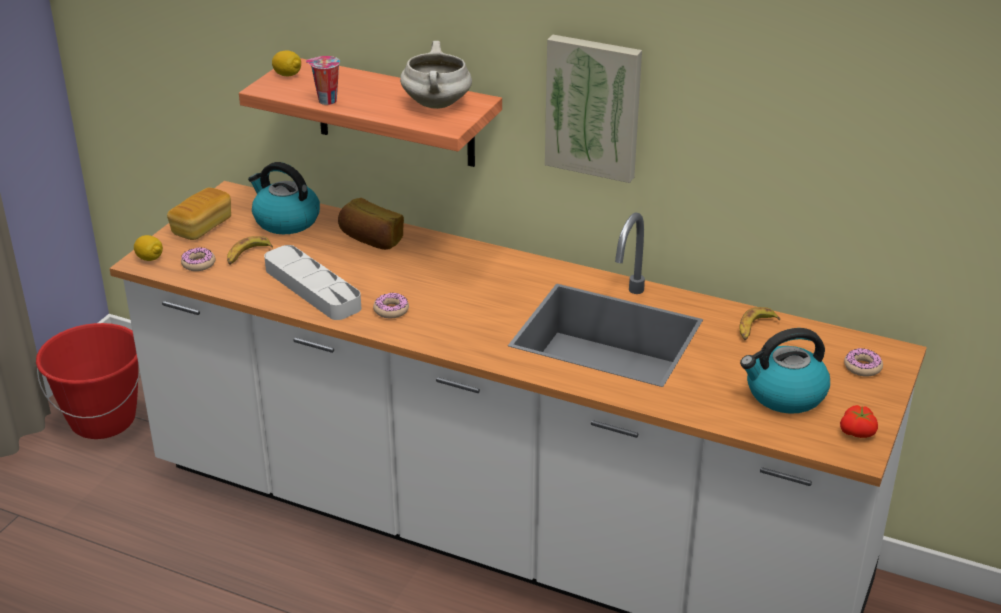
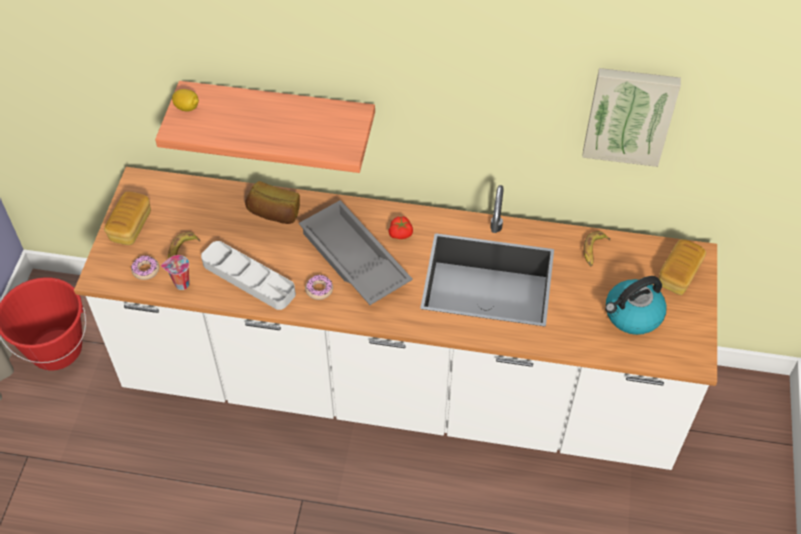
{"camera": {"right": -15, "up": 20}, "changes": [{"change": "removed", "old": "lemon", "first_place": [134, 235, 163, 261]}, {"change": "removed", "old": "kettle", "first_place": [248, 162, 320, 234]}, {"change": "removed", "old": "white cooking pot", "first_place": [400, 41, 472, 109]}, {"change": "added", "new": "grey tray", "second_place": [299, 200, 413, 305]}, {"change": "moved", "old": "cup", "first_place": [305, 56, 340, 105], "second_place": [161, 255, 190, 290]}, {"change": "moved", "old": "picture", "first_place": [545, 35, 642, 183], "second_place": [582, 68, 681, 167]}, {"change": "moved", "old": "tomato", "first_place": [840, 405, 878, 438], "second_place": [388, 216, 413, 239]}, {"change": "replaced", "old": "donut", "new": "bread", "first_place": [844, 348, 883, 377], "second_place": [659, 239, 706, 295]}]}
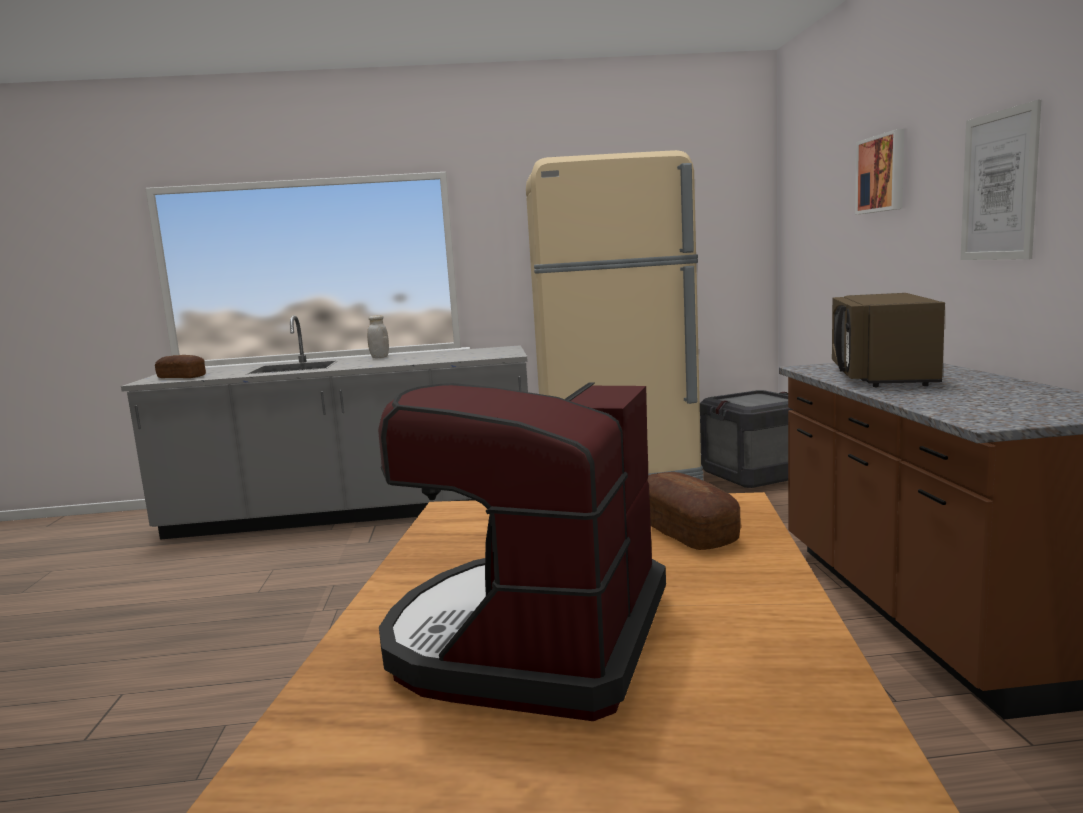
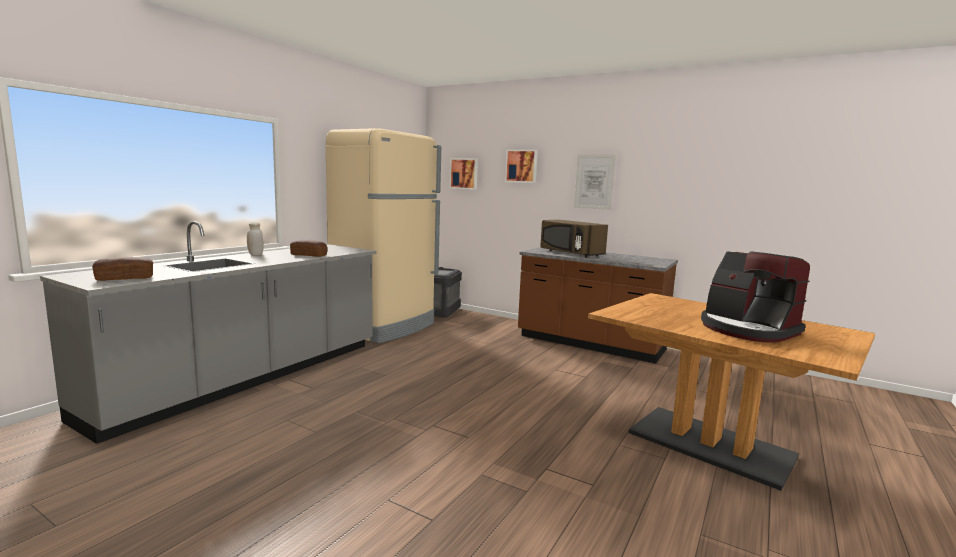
{"camera": {"right": -55, "up": 0}, "changes": [{"change": "added", "new": "picture", "second_place": [449, 158, 478, 190]}, {"change": "moved", "old": "bread", "first_place": [647, 472, 741, 550], "second_place": [290, 240, 327, 257]}]}
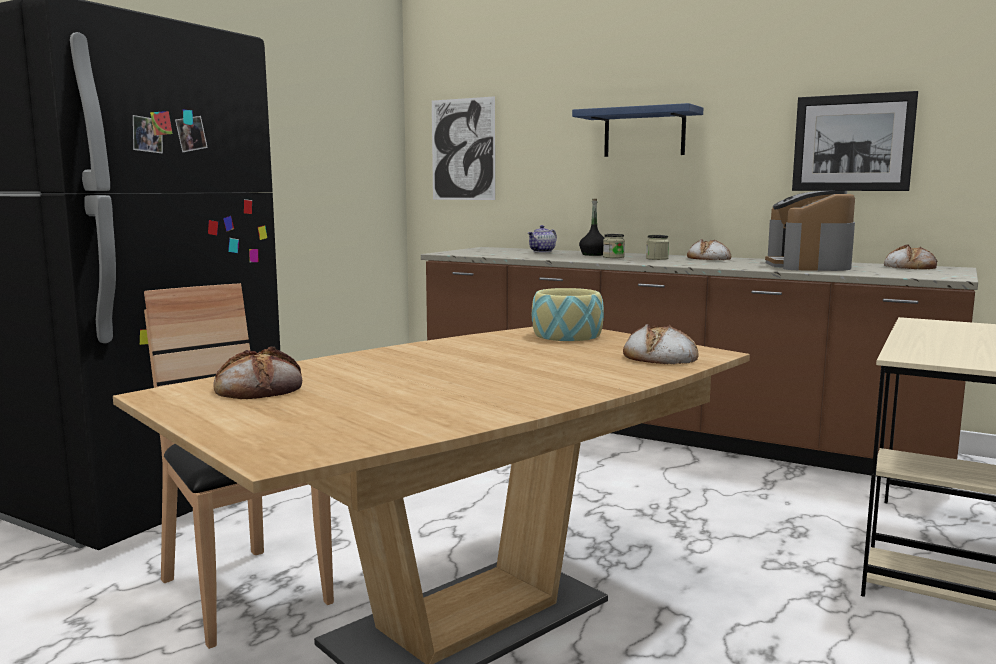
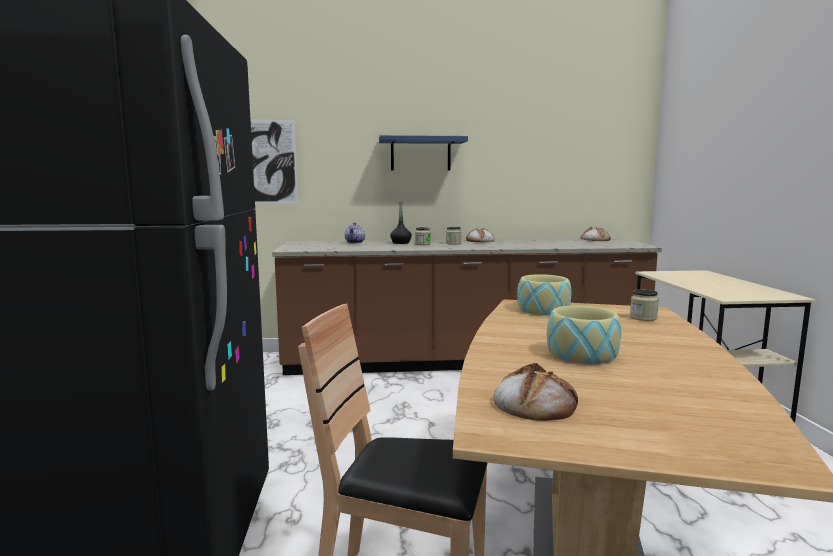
{"camera": {"right": -35, "up": 0}, "changes": [{"change": "removed", "old": "coffee machine", "first_place": [765, 191, 855, 271]}, {"change": "removed", "old": "picture", "first_place": [792, 91, 918, 191]}, {"change": "added", "new": "bowl", "second_place": [547, 306, 621, 364]}, {"change": "replaced", "old": "bread", "new": "jar", "first_place": [623, 324, 698, 364], "second_place": [630, 289, 659, 321]}]}
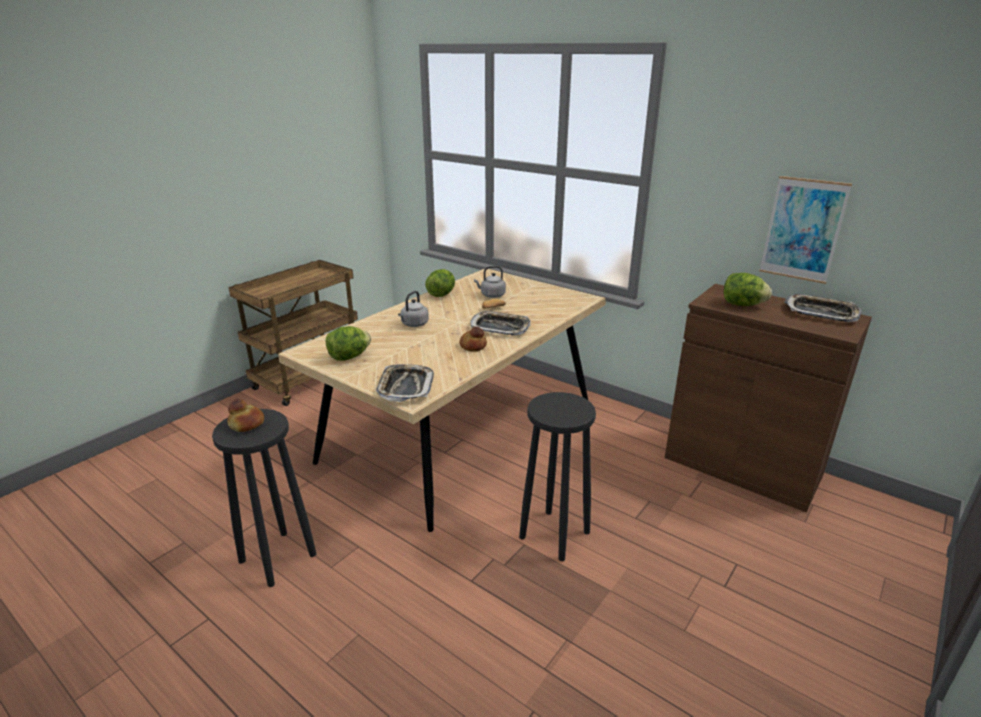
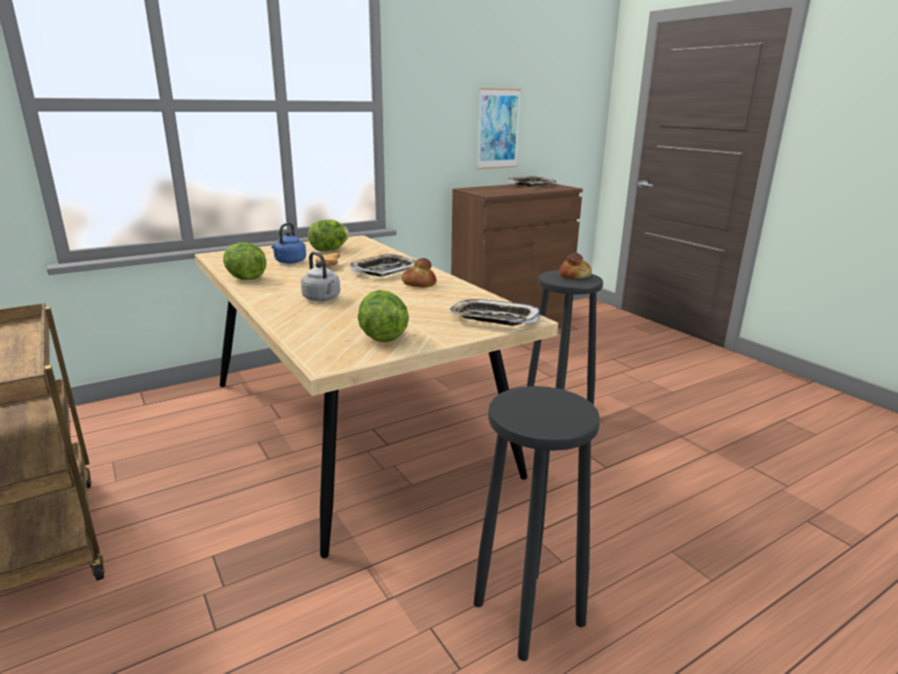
{"camera": {"right": -70, "up": -5}, "changes": [{"change": "moved", "old": "bread", "first_place": [227, 399, 264, 432], "second_place": [559, 253, 592, 279]}, {"change": "moved", "old": "lettuce", "first_place": [724, 273, 772, 306], "second_place": [308, 220, 349, 251]}, {"change": "recoloured", "old": "grey kettle", "new": "blue kettle", "first_place": [474, 266, 506, 298], "second_place": [272, 222, 306, 264]}]}
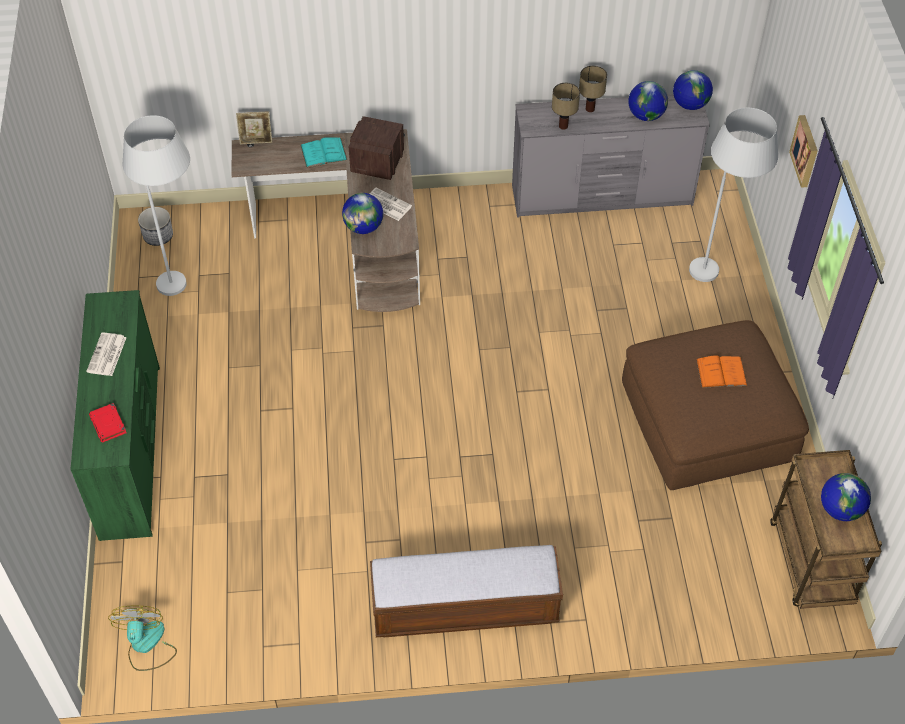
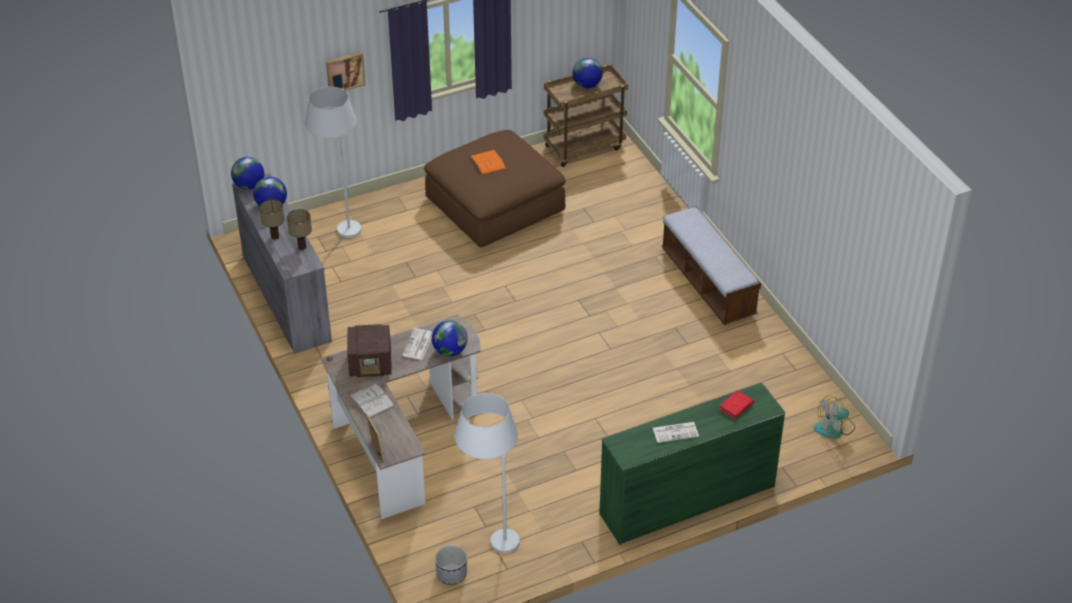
{"camera": {"right": -110, "up": -10}, "changes": [{"change": "recoloured", "old": "turquoise book", "new": "white book", "first_place": [300, 137, 347, 168], "second_place": [349, 383, 395, 419]}]}
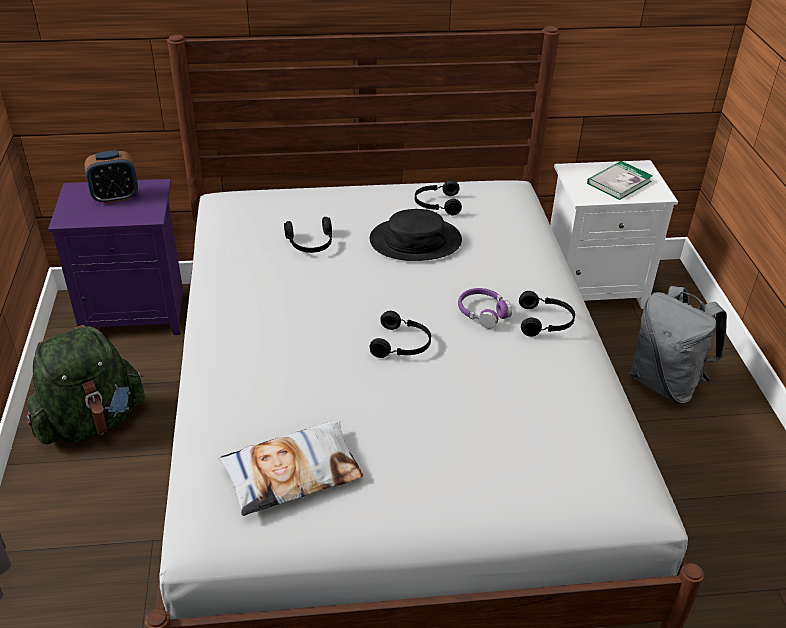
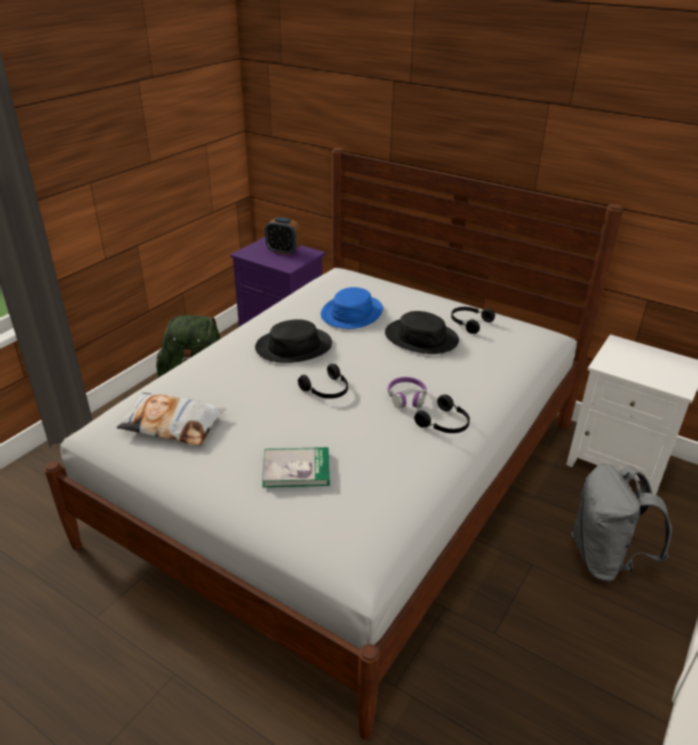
{"camera": {"right": 40, "up": -5}, "changes": [{"change": "added", "new": "black hat", "second_place": [255, 319, 332, 363]}, {"change": "moved", "old": "book", "first_place": [587, 161, 653, 200], "second_place": [262, 447, 330, 487]}, {"change": "replaced", "old": "black headphones", "new": "blue hat", "first_place": [284, 217, 332, 253], "second_place": [321, 287, 383, 329]}]}
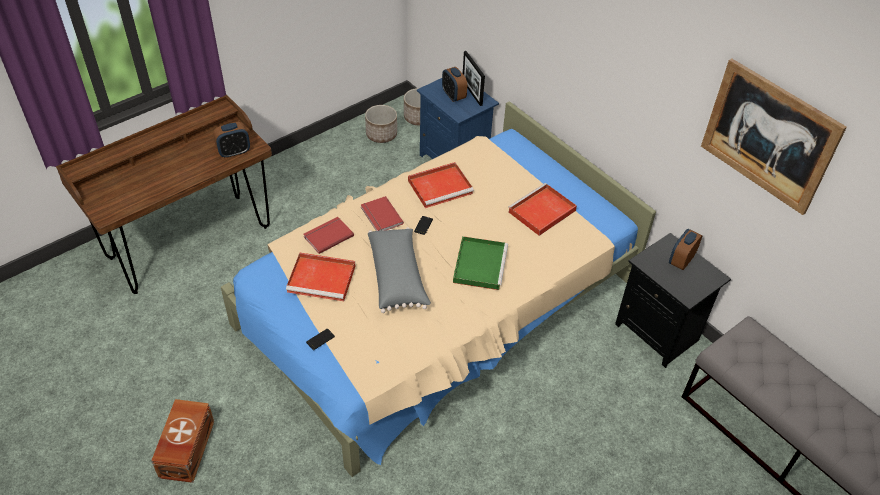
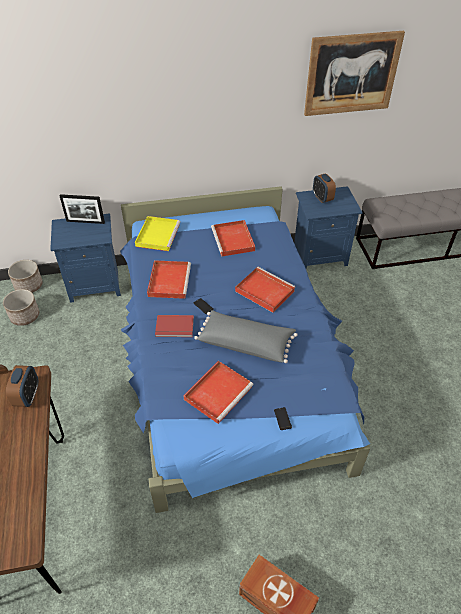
{"camera": {"right": -60, "up": 0}, "changes": [{"change": "removed", "old": "red book", "first_place": [303, 217, 354, 254]}, {"change": "removed", "old": "alarm clock", "first_place": [442, 67, 467, 102]}, {"change": "added", "new": "yellow tray", "second_place": [135, 216, 180, 251]}, {"change": "recoloured", "old": "beige bed", "new": "blue bed", "first_place": [221, 101, 656, 477], "second_place": [120, 186, 370, 513]}, {"change": "recoloured", "old": "green tray", "new": "red tray", "first_place": [453, 236, 508, 290], "second_place": [235, 267, 296, 313]}, {"change": "recoloured", "old": "black nightstand", "new": "blue nightstand", "first_place": [615, 233, 731, 368], "second_place": [294, 186, 363, 268]}]}
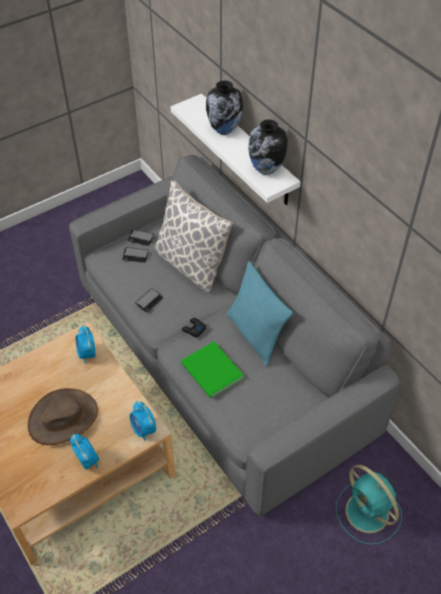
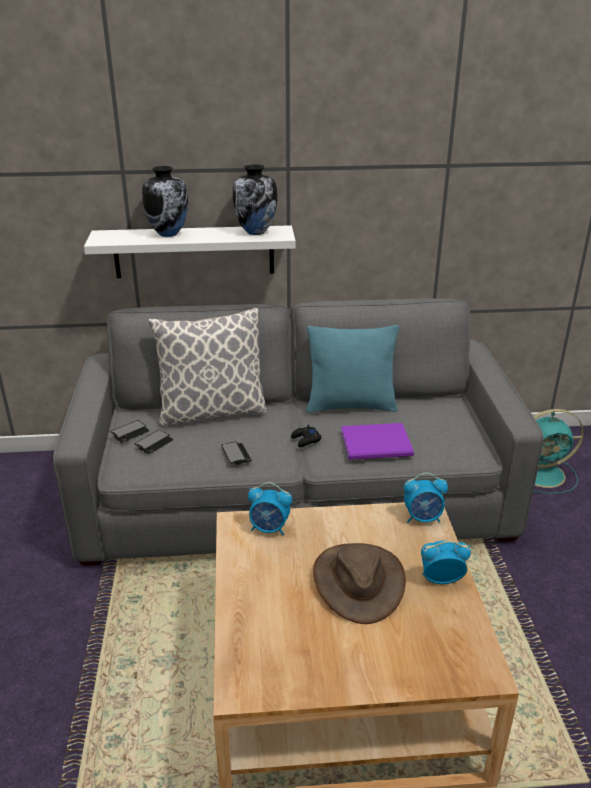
{"camera": {"right": -60, "up": -20}, "changes": [{"change": "recoloured", "old": "green book", "new": "purple book", "first_place": [181, 341, 244, 398], "second_place": [341, 423, 414, 460]}]}
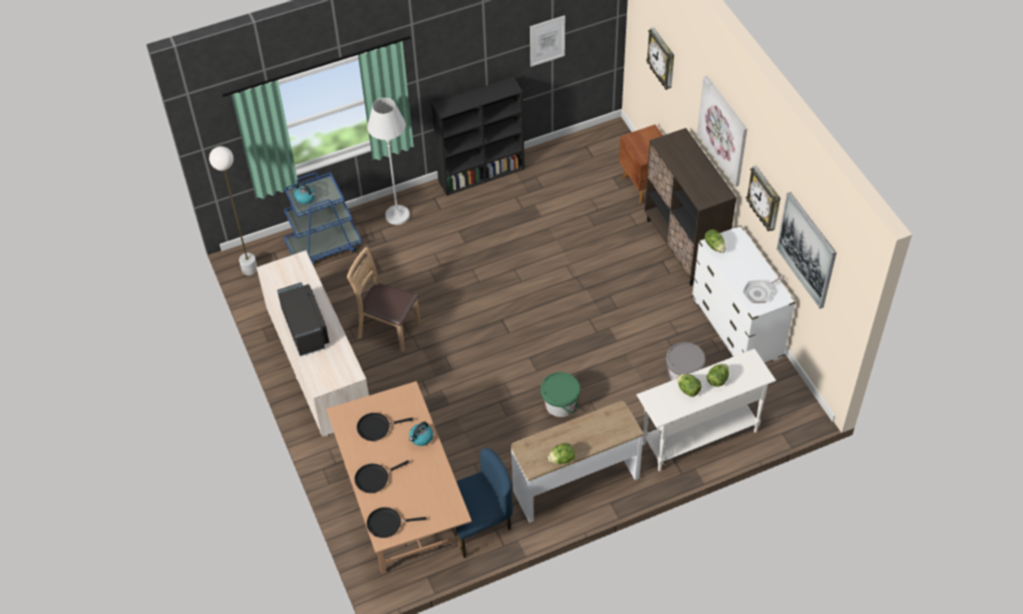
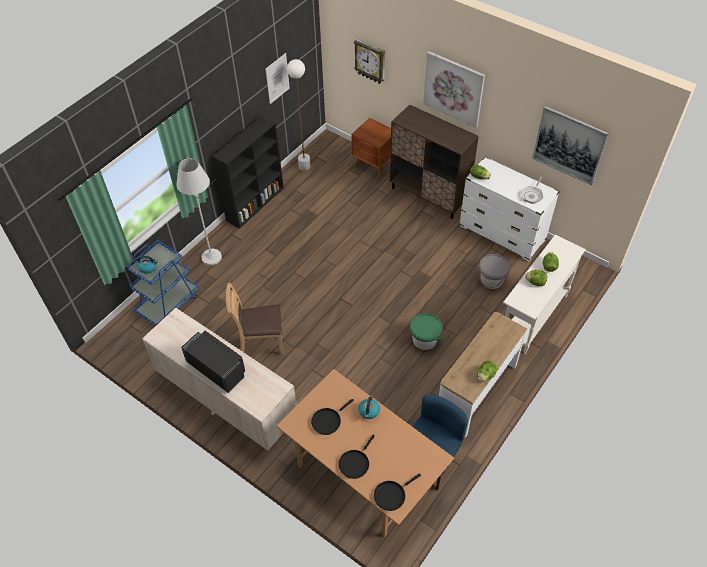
{"camera": {"right": -30, "up": 0}, "changes": [{"change": "removed", "old": "wall clock", "first_place": [746, 165, 780, 231]}, {"change": "moved", "old": "white floor lamp", "first_place": [209, 146, 257, 276], "second_place": [287, 59, 311, 170]}]}
